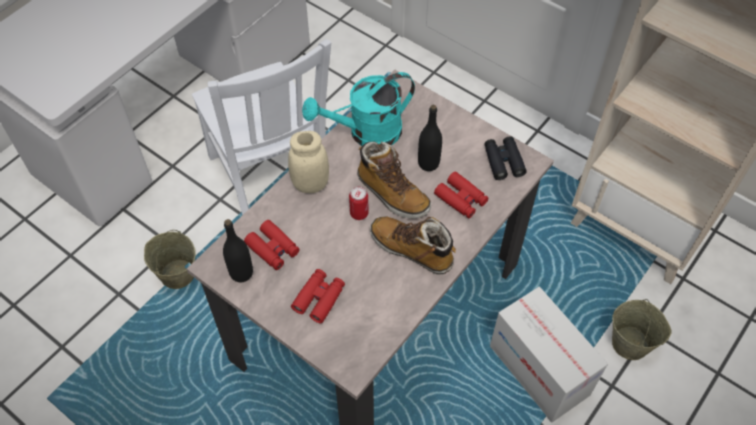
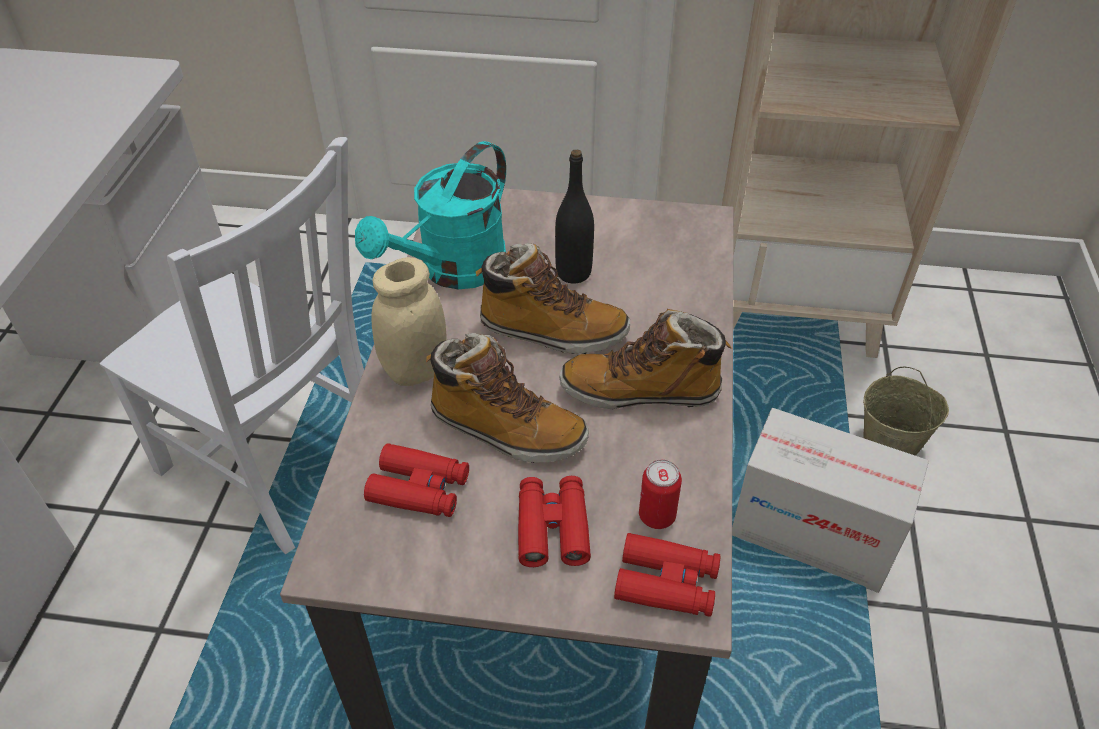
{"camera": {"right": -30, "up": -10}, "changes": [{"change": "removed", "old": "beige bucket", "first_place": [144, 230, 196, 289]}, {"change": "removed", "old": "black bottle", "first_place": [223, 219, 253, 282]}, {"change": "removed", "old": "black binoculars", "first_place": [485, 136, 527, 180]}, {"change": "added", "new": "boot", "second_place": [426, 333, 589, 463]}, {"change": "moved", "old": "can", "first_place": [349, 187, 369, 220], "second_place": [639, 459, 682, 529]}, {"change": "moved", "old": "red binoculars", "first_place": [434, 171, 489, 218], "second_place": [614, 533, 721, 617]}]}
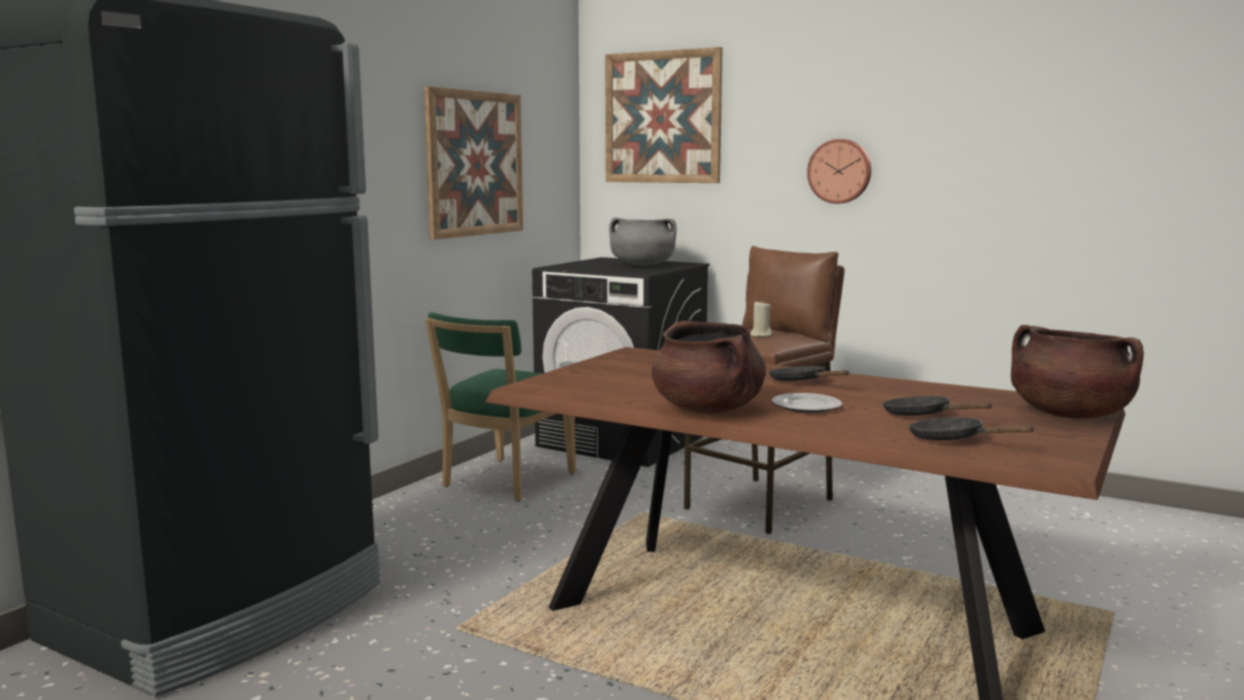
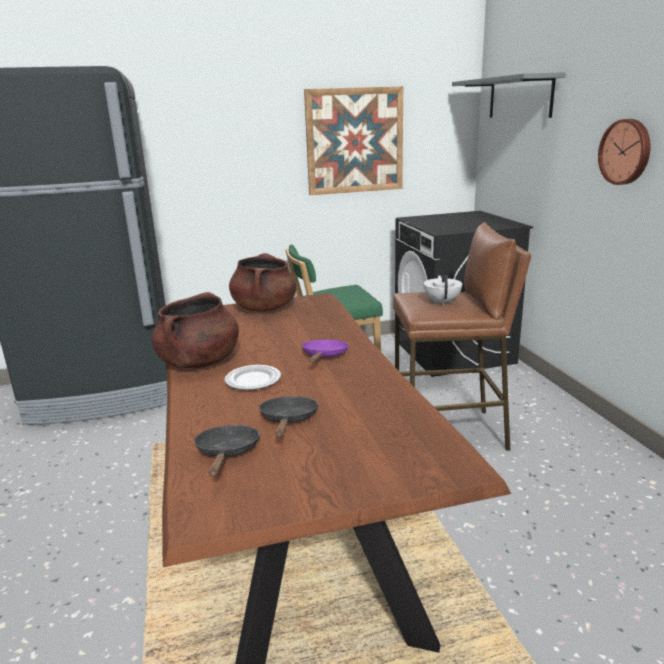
{"camera": {"right": 45, "up": 10}, "changes": [{"change": "removed", "old": "grey cooking pot", "first_place": [609, 217, 677, 266]}, {"change": "moved", "old": "brown cooking pot", "first_place": [1011, 325, 1144, 419], "second_place": [229, 253, 296, 312]}, {"change": "replaced", "old": "picture", "new": "grey shelf", "first_place": [605, 47, 723, 183], "second_place": [452, 72, 566, 118]}, {"change": "replaced", "old": "beige candle", "new": "white teapot", "first_place": [750, 301, 772, 337], "second_place": [424, 275, 462, 305]}, {"change": "recoloured", "old": "black frying pan", "new": "purple frying pan", "first_place": [769, 366, 849, 381], "second_place": [302, 340, 349, 363]}]}
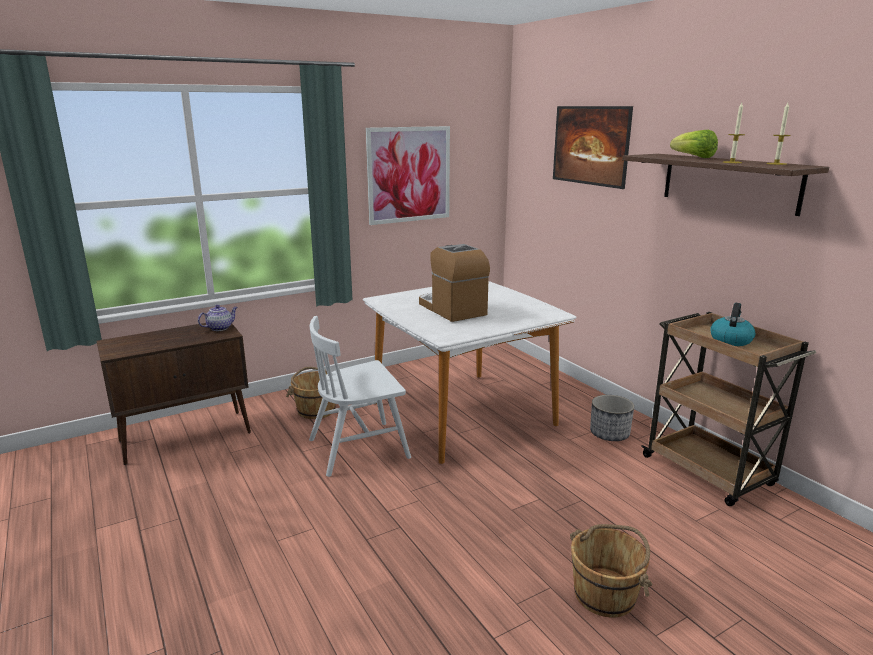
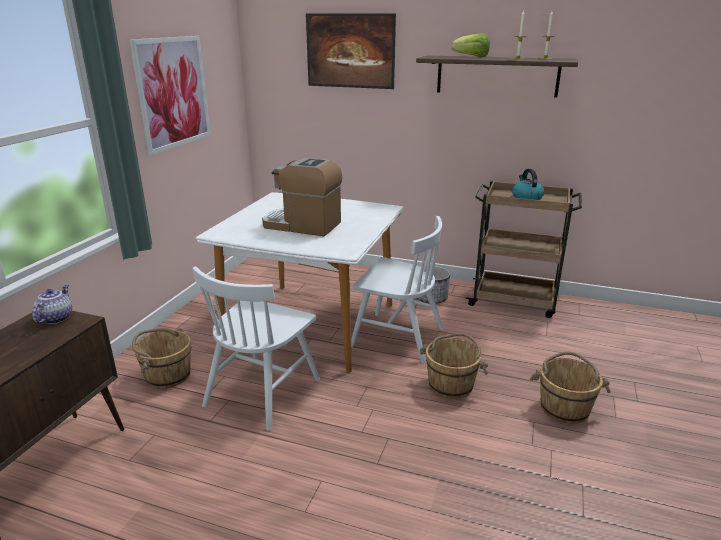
{"camera": {"right": -40, "up": 5}, "changes": [{"change": "added", "new": "white chair", "second_place": [351, 216, 444, 364]}, {"change": "added", "new": "brown bucket", "second_place": [420, 333, 488, 399]}]}
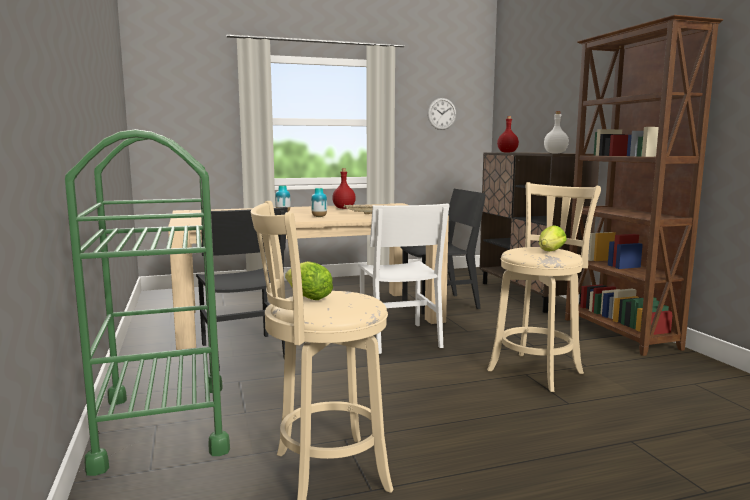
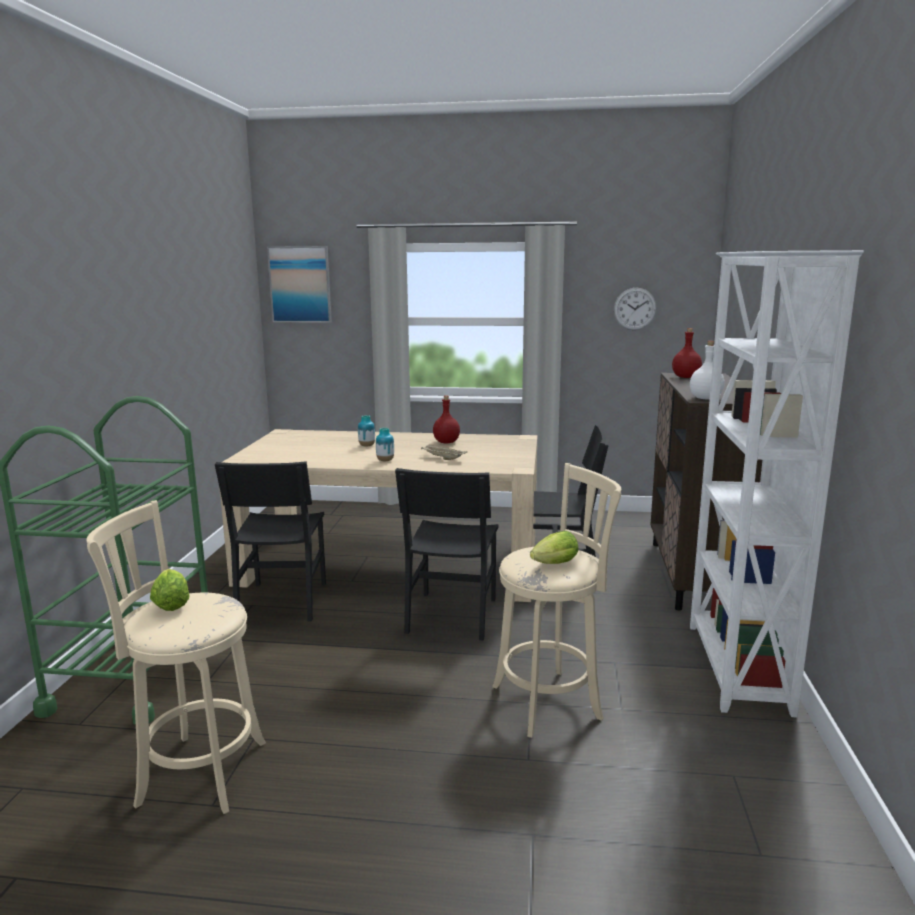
{"camera": {"right": 25, "up": 5}, "changes": [{"change": "added", "new": "picture", "second_place": [267, 246, 332, 323]}, {"change": "recoloured", "old": "white chair", "new": "black chair", "first_place": [358, 203, 450, 354], "second_place": [395, 468, 499, 641]}, {"change": "recoloured", "old": "brown bookcase", "new": "white bookcase", "first_place": [565, 15, 723, 356], "second_place": [690, 250, 864, 718]}]}
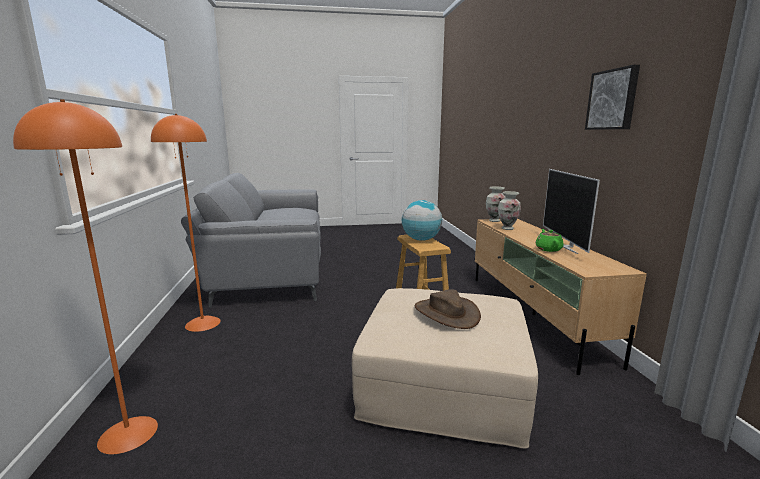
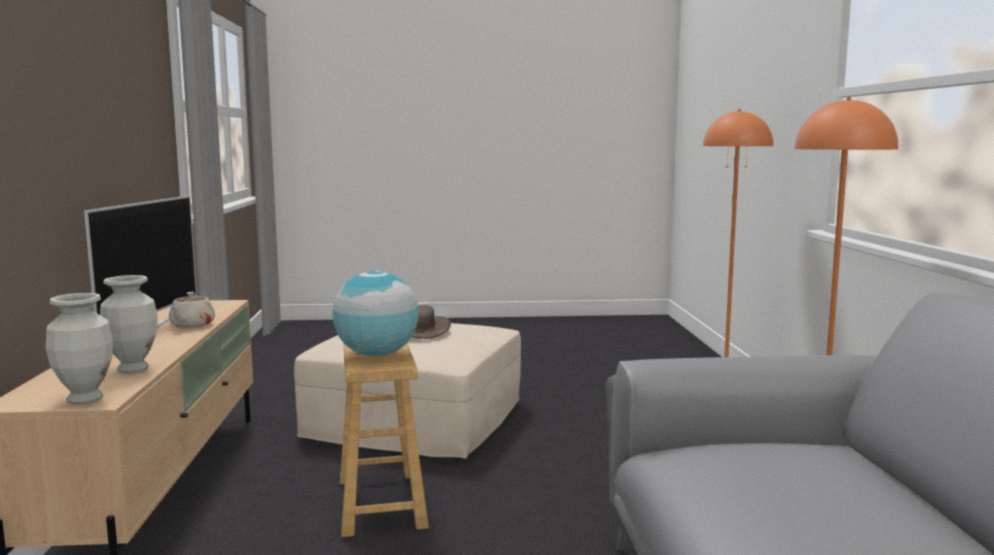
{"camera": {"right": -175, "up": -5}, "changes": [{"change": "removed", "old": "picture", "first_place": [585, 65, 640, 130]}, {"change": "recoloured", "old": "green teapot", "new": "beige teapot", "first_place": [535, 229, 564, 252], "second_place": [169, 292, 215, 328]}]}
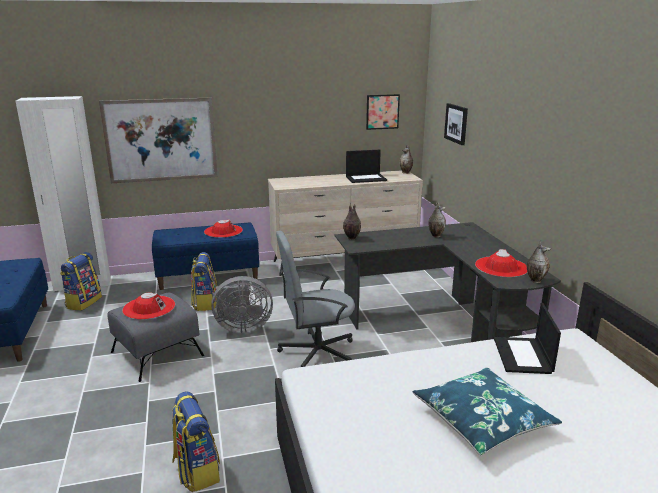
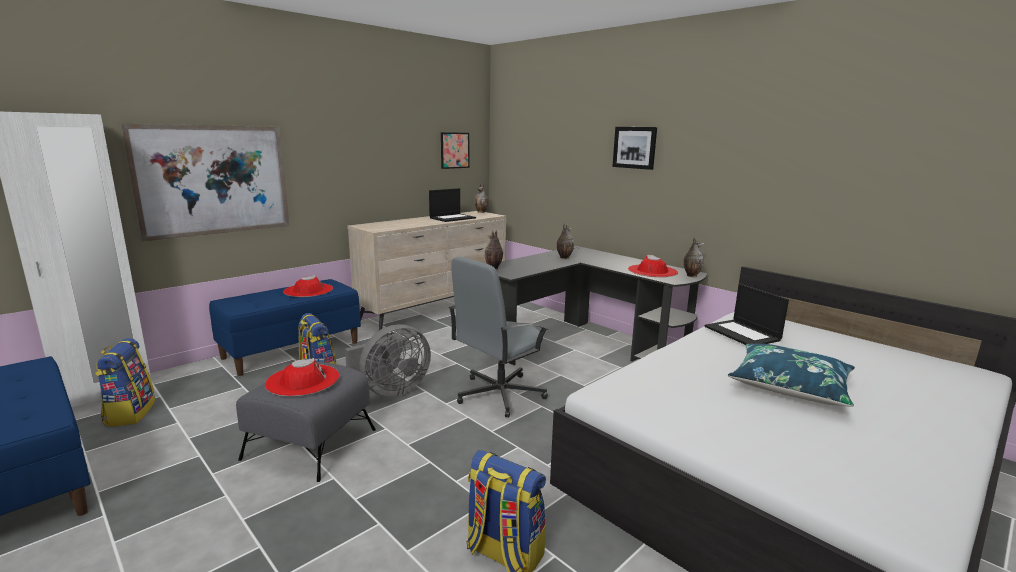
{"camera": {"right": -30, "up": -5}, "changes": [{"change": "moved", "old": "picture", "first_place": [444, 103, 468, 145], "second_place": [612, 127, 657, 170]}]}
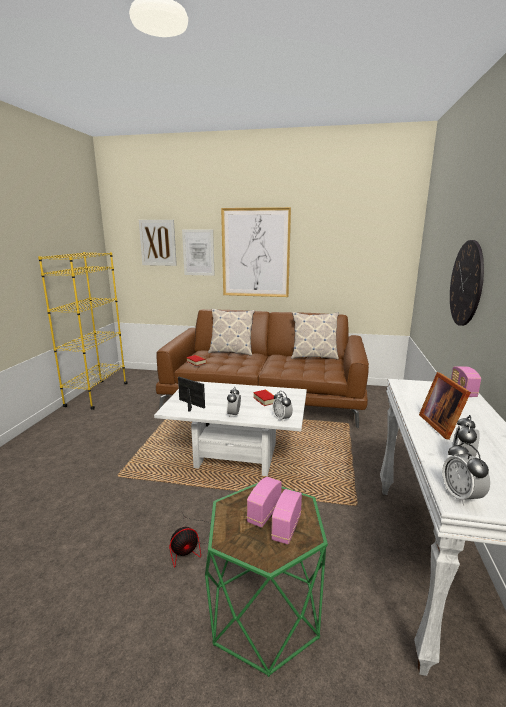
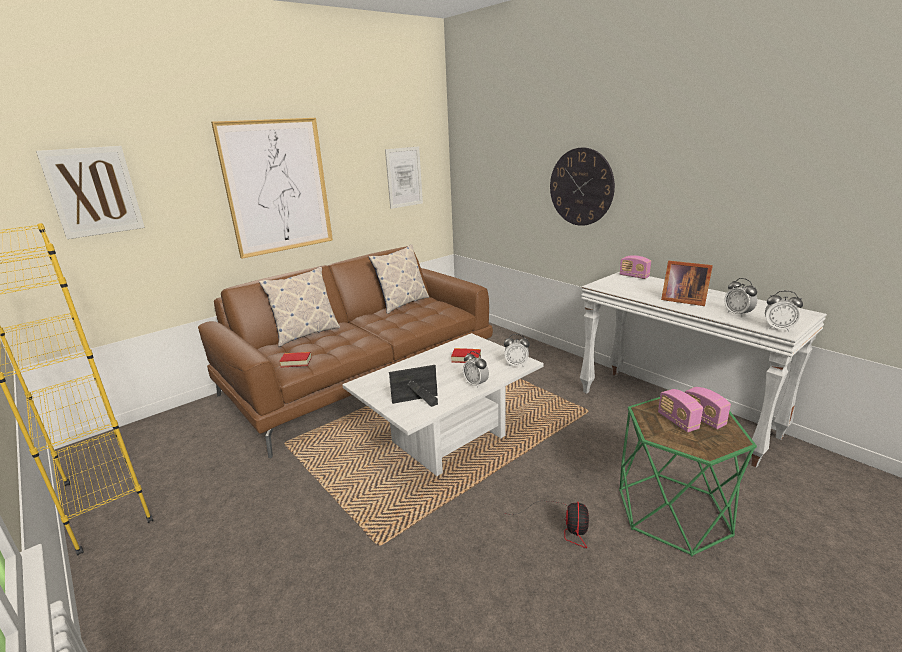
{"camera": {"right": -50, "up": 5}, "changes": [{"change": "moved", "old": "picture", "first_place": [182, 230, 215, 276], "second_place": [385, 146, 423, 209]}]}
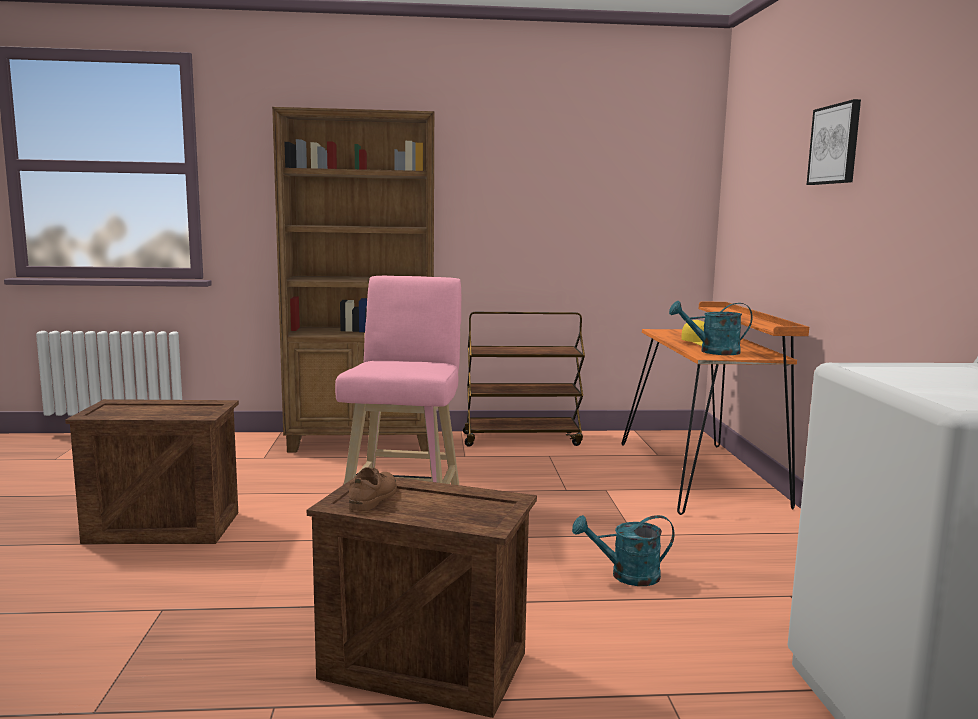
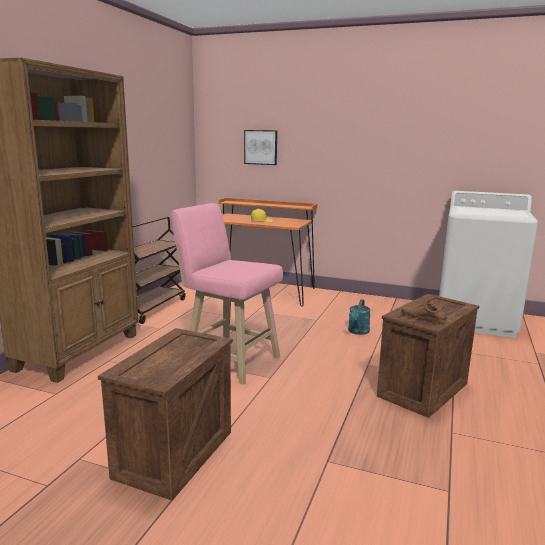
{"camera": {"right": -65, "up": 5}, "changes": [{"change": "removed", "old": "turquoise watering can", "first_place": [669, 301, 753, 355]}, {"change": "moved", "old": "picture", "first_place": [807, 99, 861, 185], "second_place": [244, 130, 277, 165]}]}
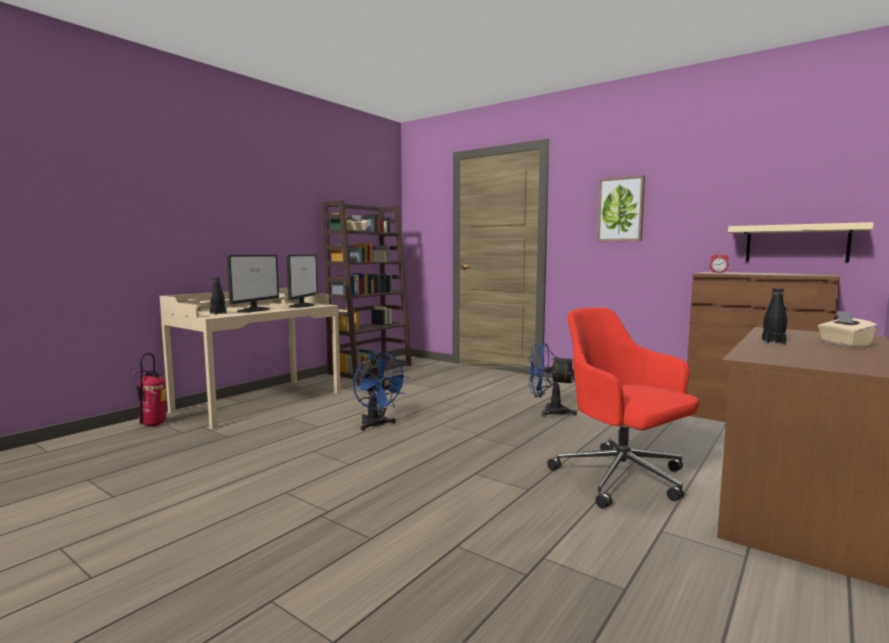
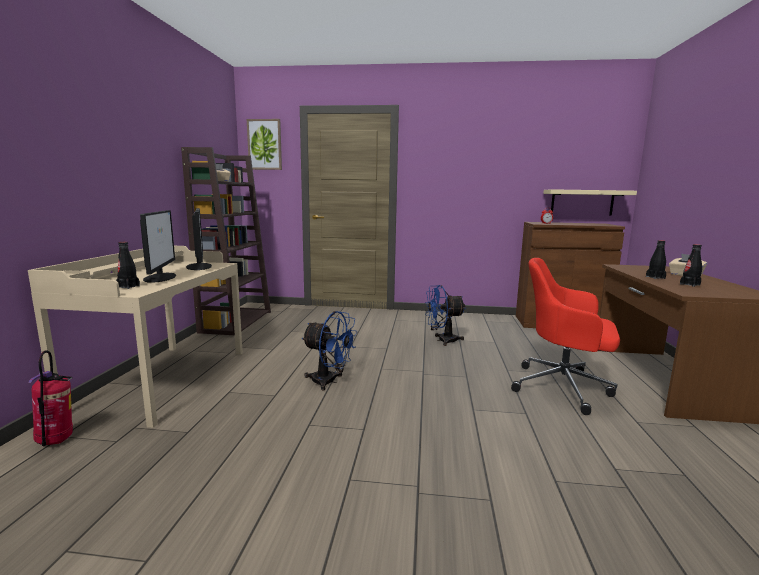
{"camera": {"right": -30, "up": 5}, "changes": [{"change": "added", "new": "black bottle", "second_place": [680, 244, 702, 287]}, {"change": "moved", "old": "picture", "first_place": [597, 175, 645, 242], "second_place": [247, 119, 282, 170]}]}
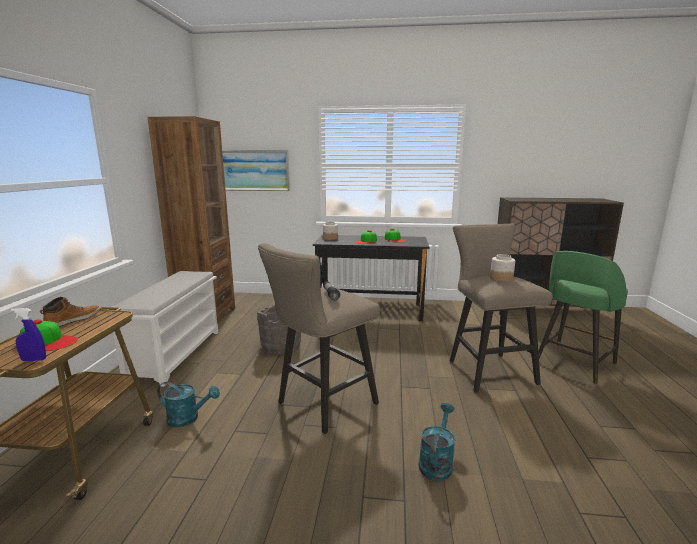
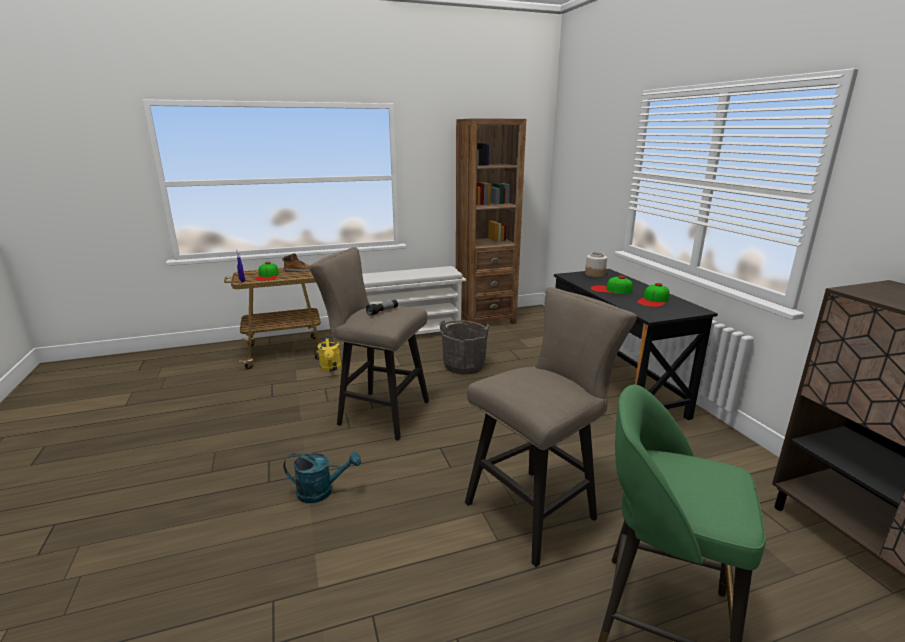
{"camera": {"right": 65, "up": 5}, "changes": [{"change": "removed", "old": "picture", "first_place": [222, 150, 290, 191]}, {"change": "removed", "old": "jar", "first_place": [490, 254, 515, 282]}, {"change": "recoloured", "old": "turquoise watering can", "new": "yellow watering can", "first_place": [157, 382, 220, 427], "second_place": [318, 335, 342, 371]}]}
